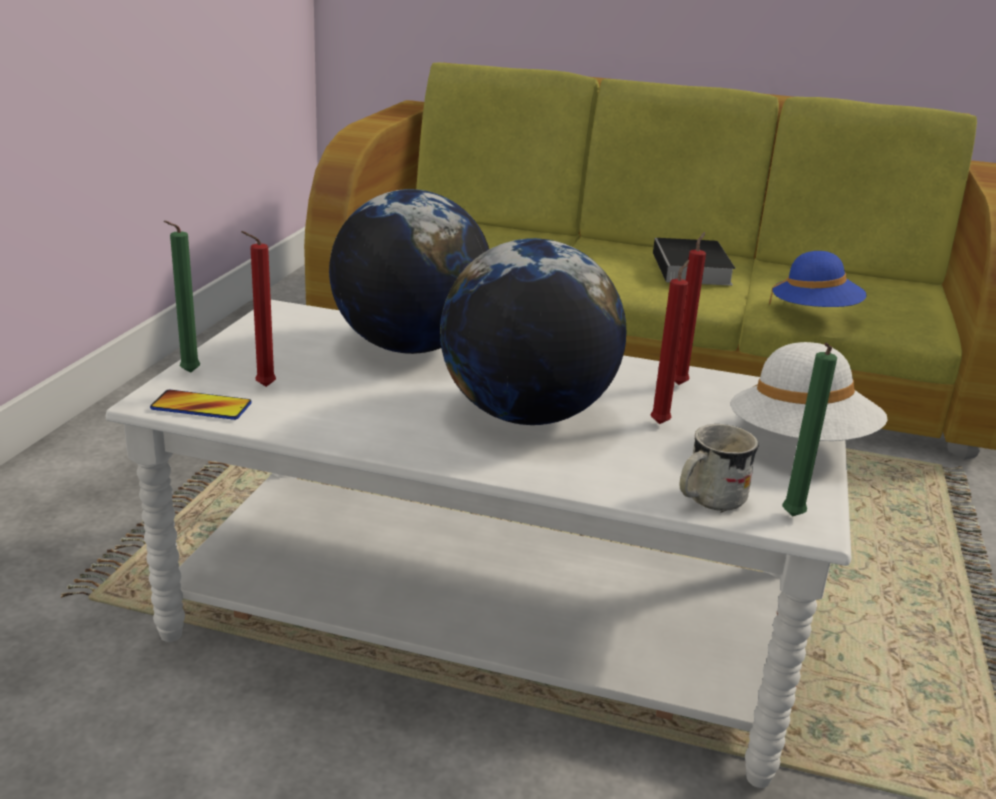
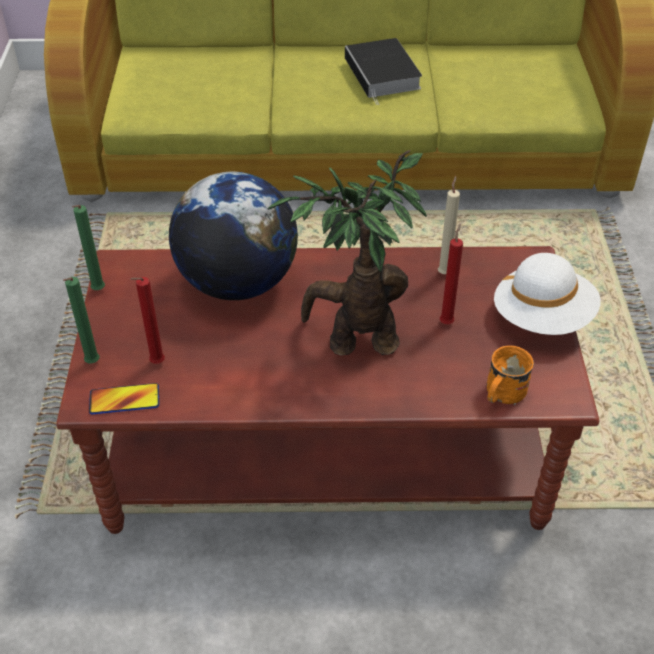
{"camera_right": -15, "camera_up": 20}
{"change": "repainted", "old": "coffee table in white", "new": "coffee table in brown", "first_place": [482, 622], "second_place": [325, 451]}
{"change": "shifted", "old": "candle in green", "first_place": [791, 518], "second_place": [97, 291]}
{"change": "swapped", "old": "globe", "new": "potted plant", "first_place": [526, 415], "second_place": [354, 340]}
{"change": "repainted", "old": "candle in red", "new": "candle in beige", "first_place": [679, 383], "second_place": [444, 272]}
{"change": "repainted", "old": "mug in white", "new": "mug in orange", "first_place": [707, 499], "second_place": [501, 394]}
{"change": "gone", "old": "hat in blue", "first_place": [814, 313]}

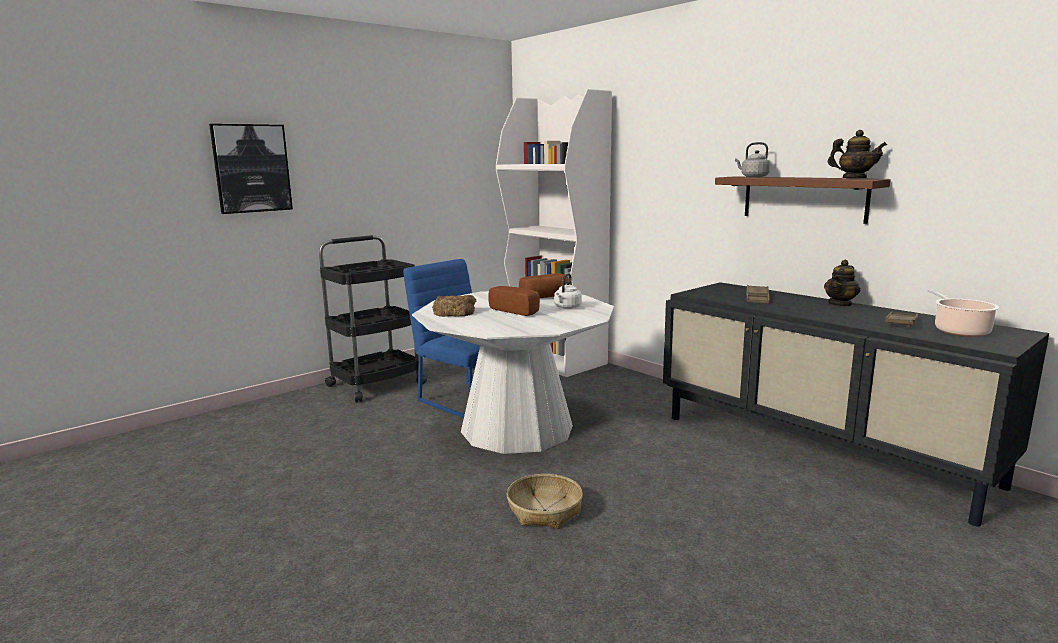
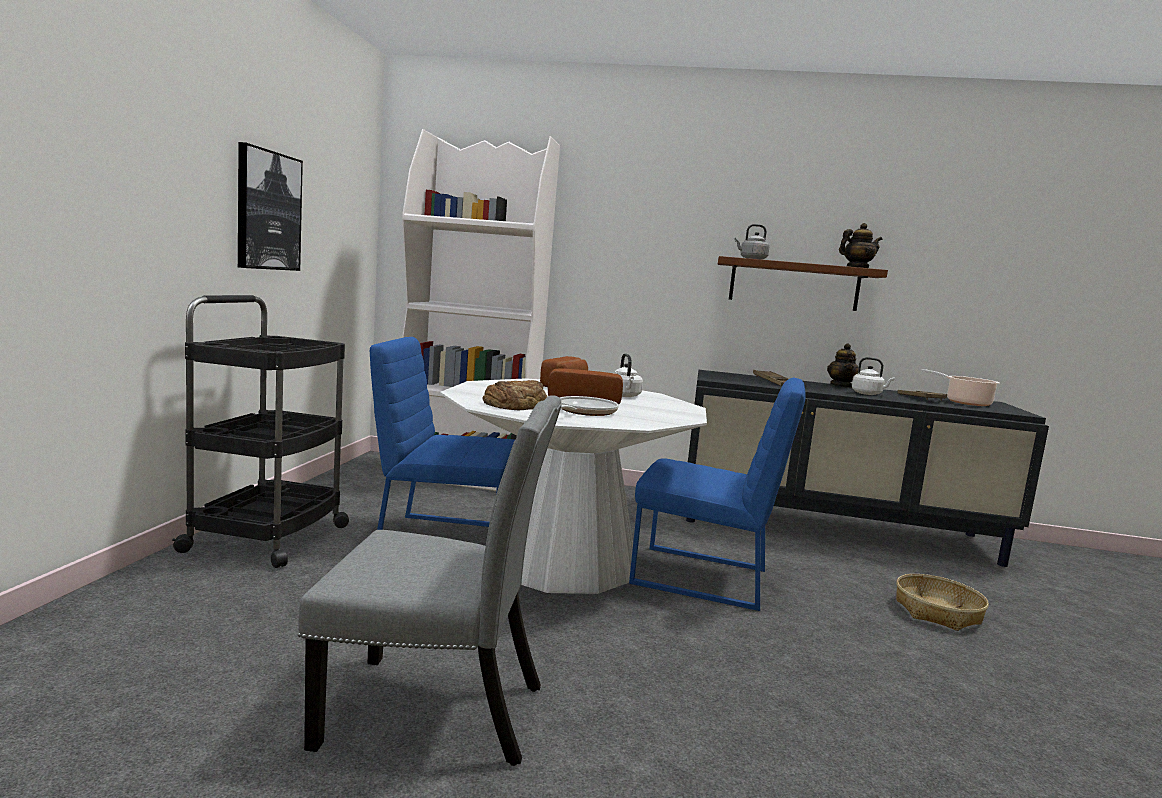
{"camera_right": -40, "camera_up": -5}
{"change": "shifted", "old": "picture", "first_place": [251, 168], "second_place": [268, 211]}
{"change": "new", "new": "chair in grey", "second_place": [430, 711]}
{"change": "new", "new": "frying pan", "second_place": [584, 412]}
{"change": "new", "new": "chair in blue", "second_place": [704, 578]}
{"change": "new", "new": "kettle in white", "second_place": [868, 394]}
{"change": "shifted", "old": "basket", "first_place": [545, 510], "second_place": [937, 612]}

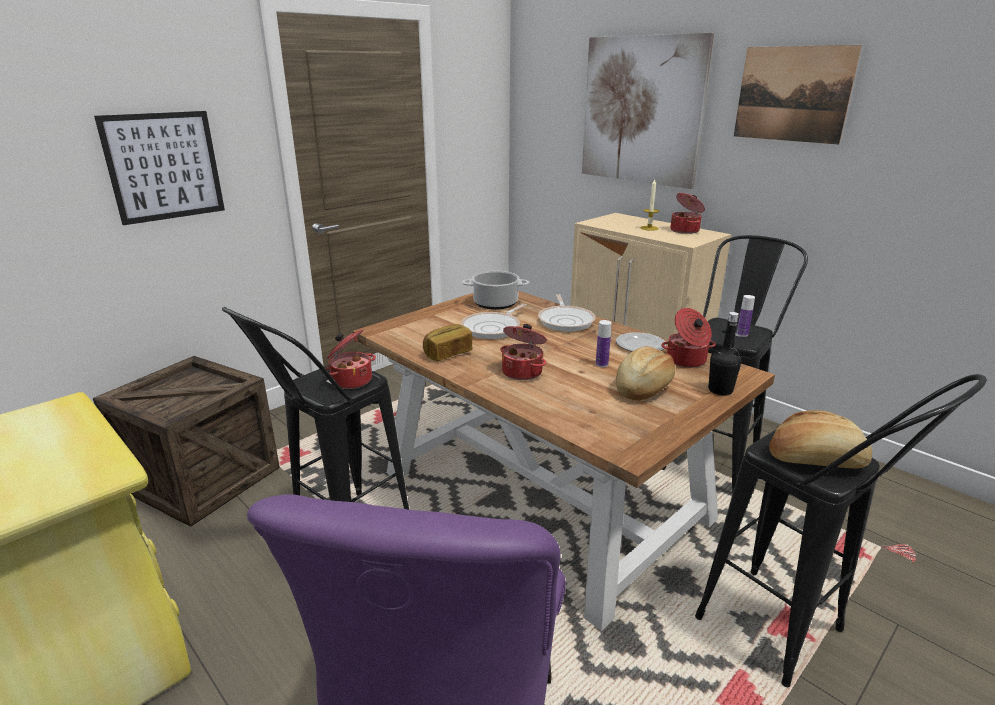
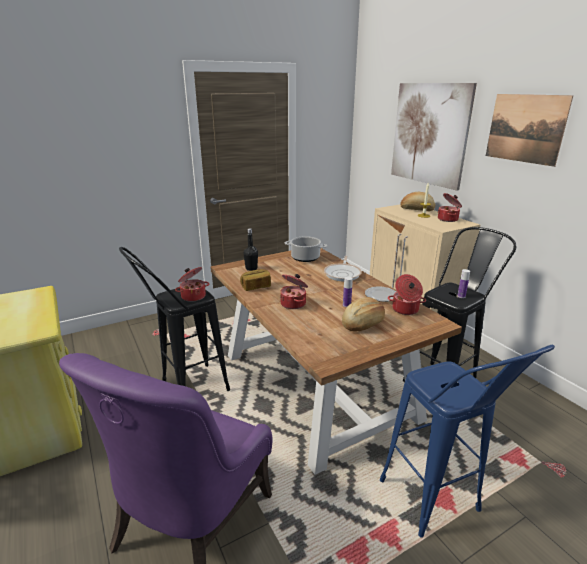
{"camera_right": 15, "camera_up": 0}
{"change": "shifted", "old": "bottle in black", "first_place": [720, 390], "second_place": [251, 268]}
{"change": "repainted", "old": "stool in black", "new": "stool in blue", "first_place": [788, 638], "second_place": [438, 507]}
{"change": "shifted", "old": "bread", "first_place": [815, 460], "second_place": [417, 209]}
{"change": "gone", "old": "crate", "first_place": [203, 479]}
{"change": "gone", "old": "picture", "first_place": [164, 166]}
{"change": "gone", "old": "frying pan", "first_place": [493, 328]}

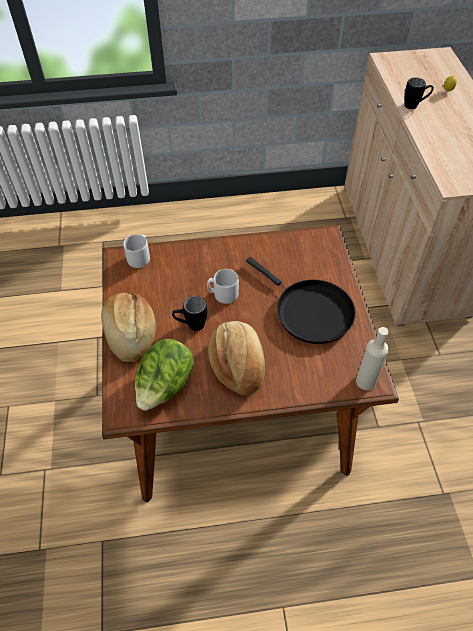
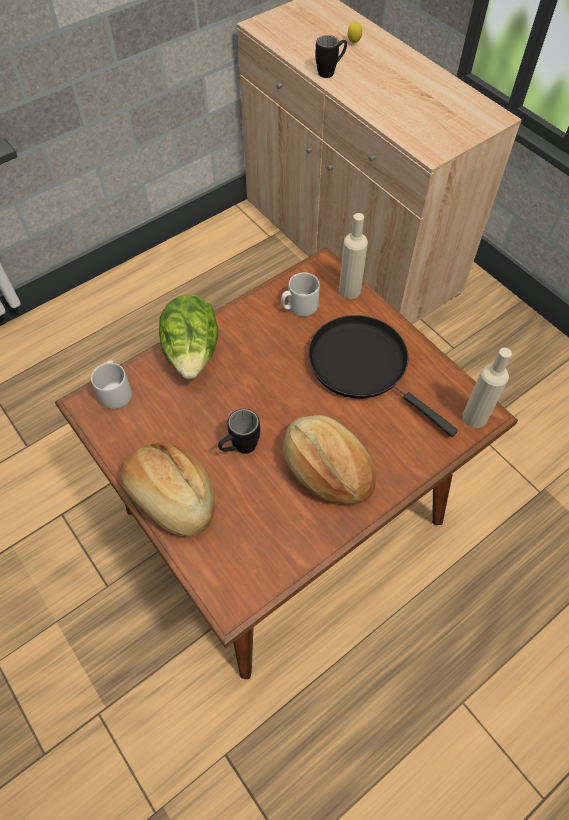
{"camera_right": -30, "camera_up": 5}
{"change": "shifted", "old": "lettuce", "first_place": [165, 387], "second_place": [193, 354]}
{"change": "shifted", "old": "mug in grey", "first_place": [223, 294], "second_place": [299, 307]}
{"change": "rotated", "old": "frying pan in black", "first_place": [309, 311], "second_place": [363, 365], "degrees": -150}
{"change": "new", "new": "bottle in beige", "second_place": [349, 290]}

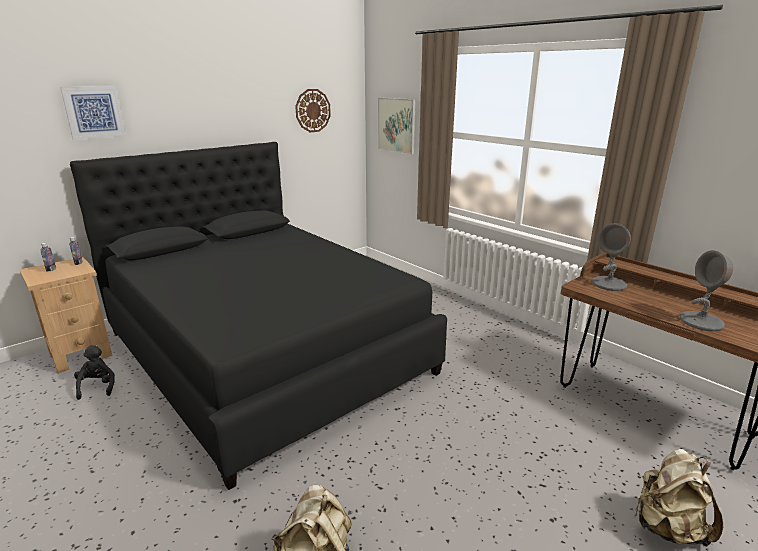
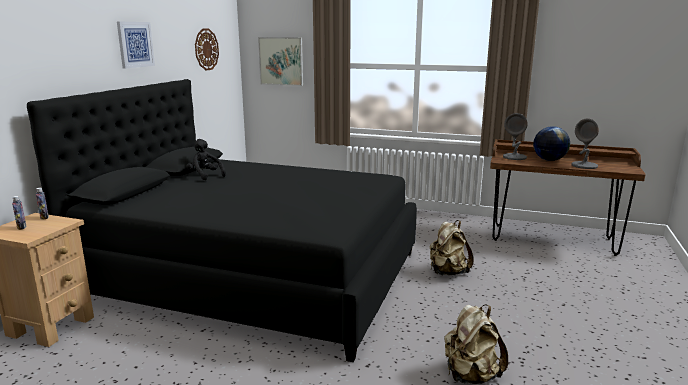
{"camera_right": -30, "camera_up": -5}
{"change": "shifted", "old": "picture", "first_place": [94, 112], "second_place": [135, 44]}
{"change": "shifted", "old": "plush toy in black", "first_place": [97, 387], "second_place": [205, 176]}
{"change": "shifted", "old": "backpack in beige", "first_place": [668, 527], "second_place": [447, 272]}
{"change": "new", "new": "globe", "second_place": [549, 160]}

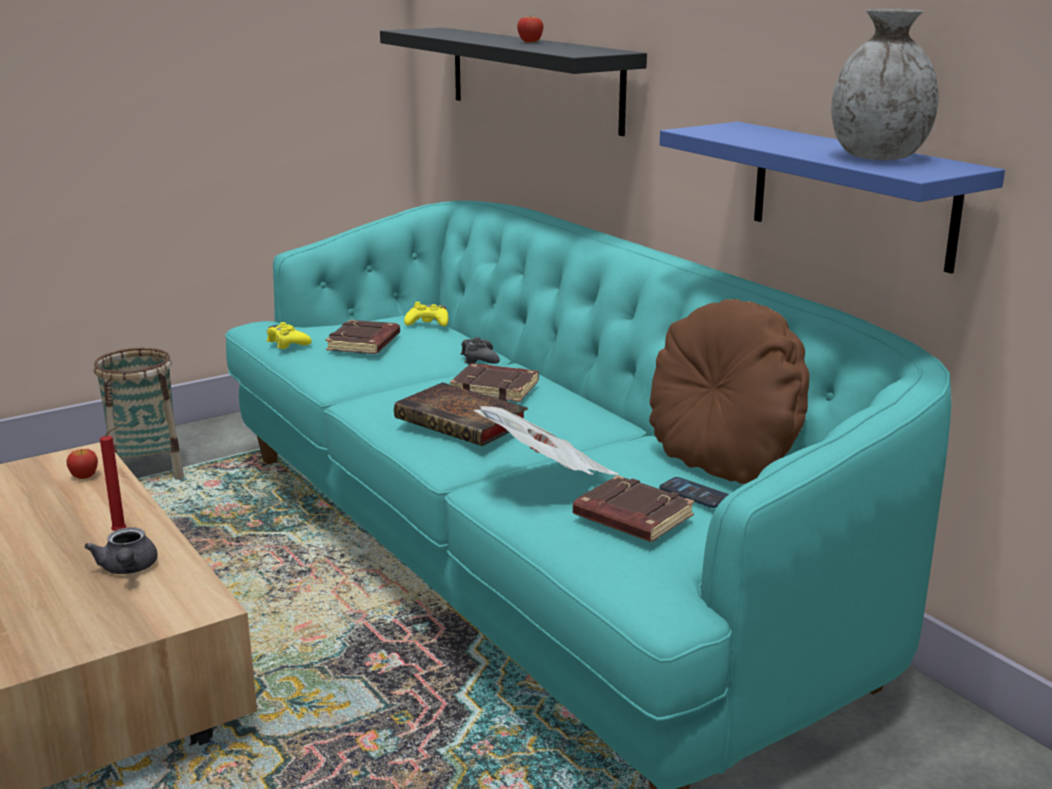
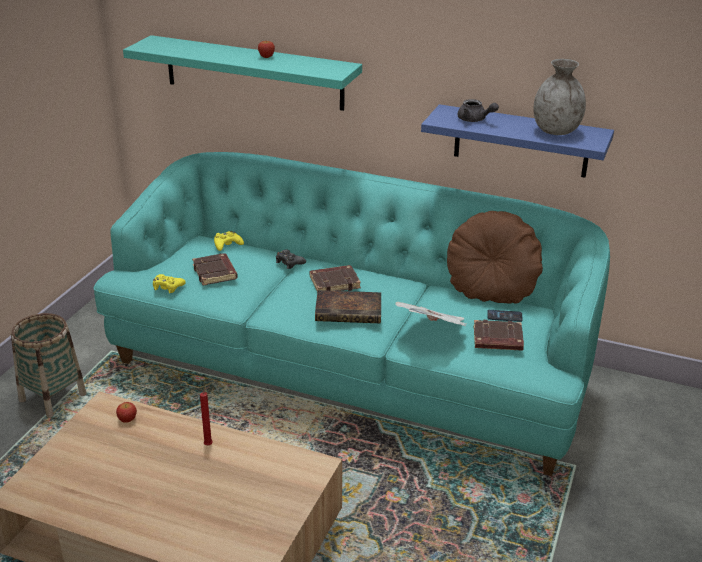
{"camera_right": -35, "camera_up": 10}
{"change": "repainted", "old": "shelf in black", "new": "shelf in turquoise", "first_place": [533, 77], "second_place": [253, 72]}
{"change": "shifted", "old": "teapot in grey", "first_place": [128, 569], "second_place": [475, 120]}

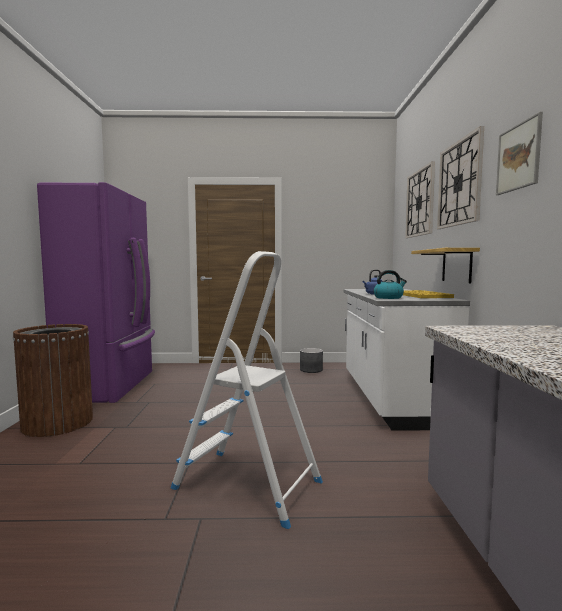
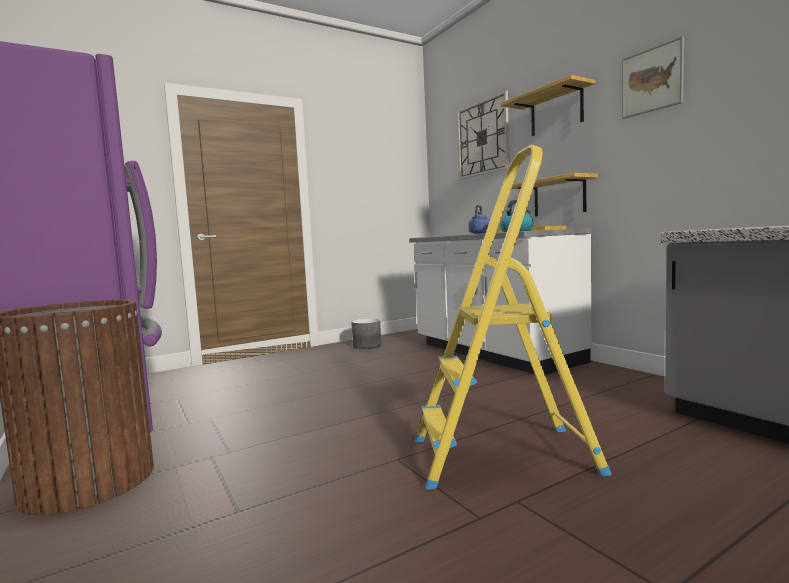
{"camera_right": -30, "camera_up": 0}
{"change": "repainted", "old": "step ladder in white", "new": "step ladder in yellow", "first_place": [246, 484], "second_place": [500, 456]}
{"change": "swapped", "old": "wall clock", "new": "shelf", "first_place": [459, 183], "second_place": [556, 111]}

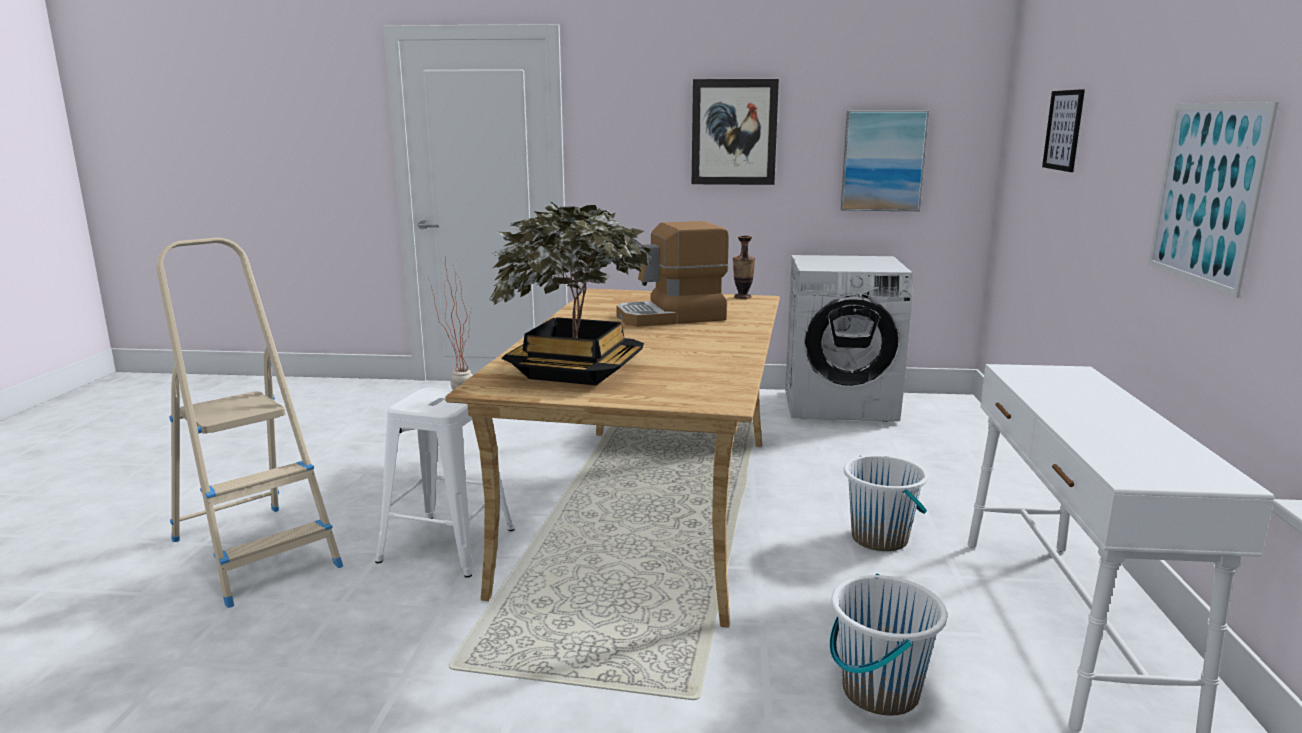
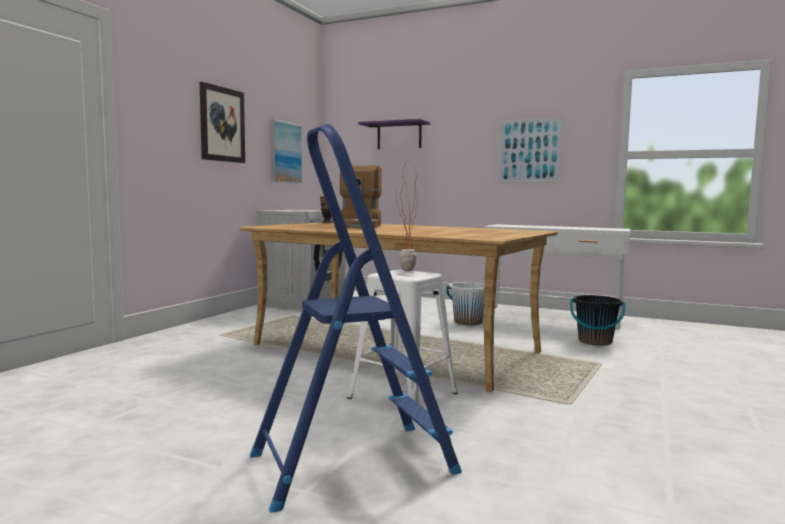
{"camera_right": -70, "camera_up": -10}
{"change": "repainted", "old": "step ladder in beige", "new": "step ladder in blue", "first_place": [255, 553], "second_place": [355, 463]}
{"change": "swapped", "old": "picture", "new": "shelf in purple", "first_place": [1063, 130], "second_place": [399, 136]}
{"change": "repainted", "old": "bucket in white", "new": "bucket in black", "first_place": [879, 691], "second_place": [595, 341]}
{"change": "gone", "old": "potted plant", "first_place": [576, 372]}

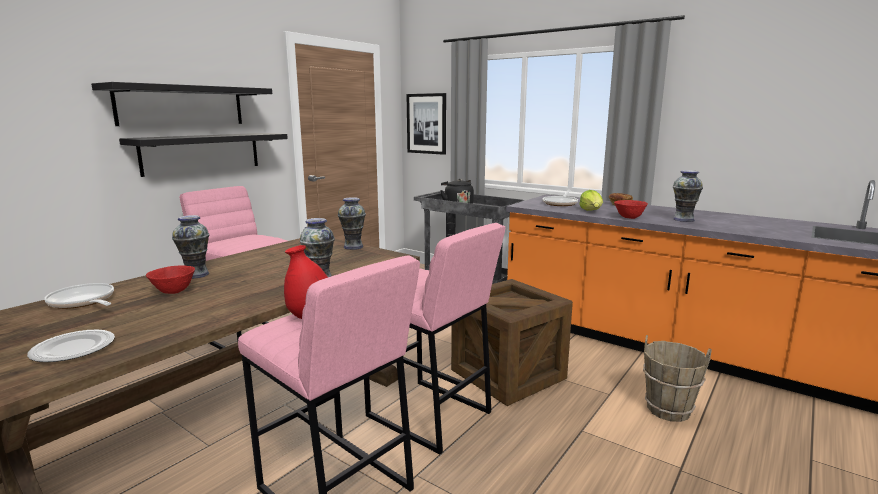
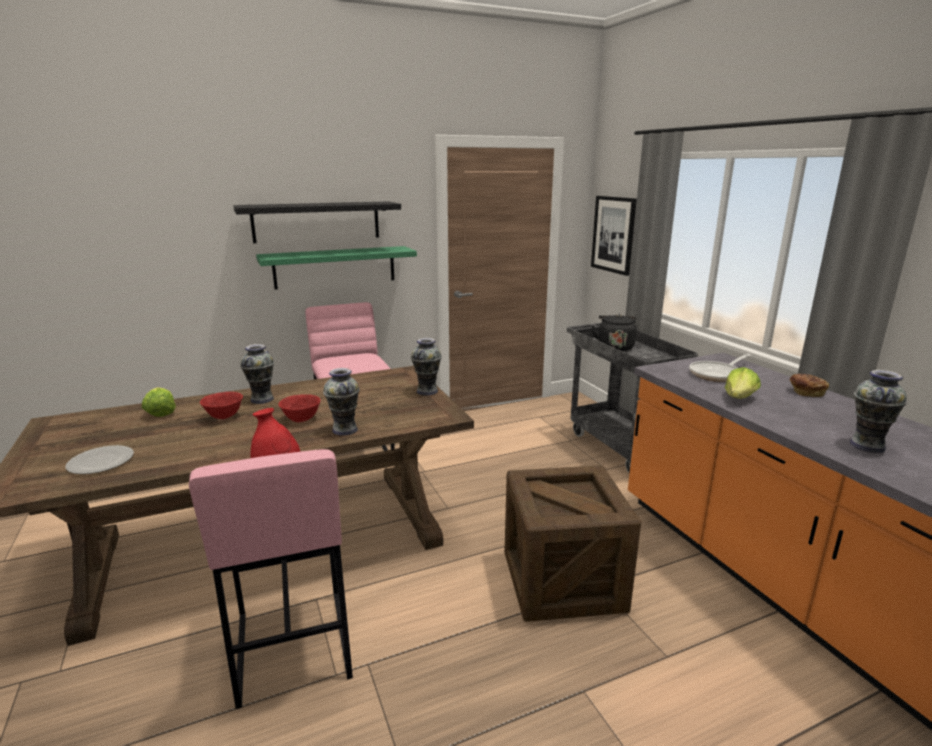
{"camera_right": 30, "camera_up": 5}
{"change": "swapped", "old": "frying pan", "new": "lettuce", "first_place": [83, 302], "second_place": [160, 412]}
{"change": "repainted", "old": "shelf in black", "new": "shelf in green", "first_place": [202, 153], "second_place": [335, 267]}
{"change": "shifted", "old": "bowl in red", "first_place": [629, 218], "second_place": [301, 419]}
{"change": "gone", "old": "stool in pink", "first_place": [431, 415]}
{"change": "gone", "old": "bucket in brown", "first_place": [668, 409]}

